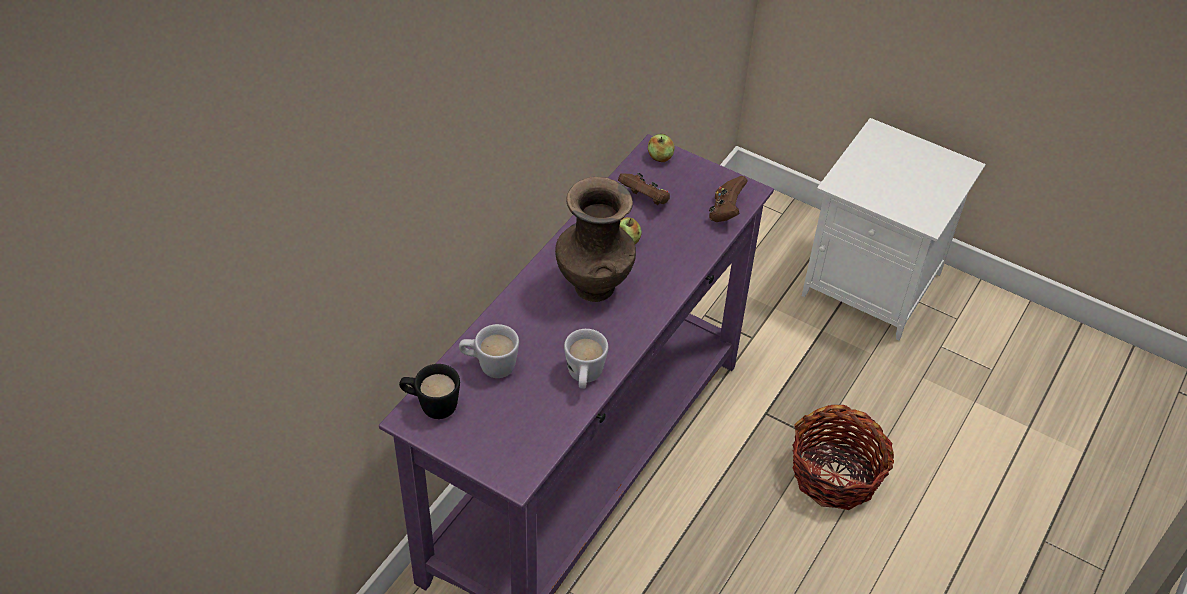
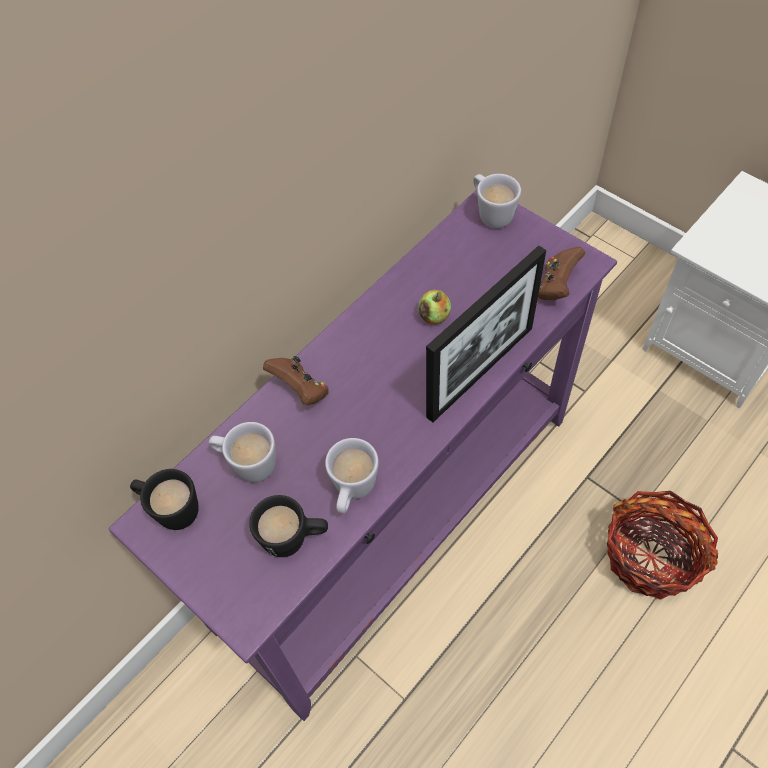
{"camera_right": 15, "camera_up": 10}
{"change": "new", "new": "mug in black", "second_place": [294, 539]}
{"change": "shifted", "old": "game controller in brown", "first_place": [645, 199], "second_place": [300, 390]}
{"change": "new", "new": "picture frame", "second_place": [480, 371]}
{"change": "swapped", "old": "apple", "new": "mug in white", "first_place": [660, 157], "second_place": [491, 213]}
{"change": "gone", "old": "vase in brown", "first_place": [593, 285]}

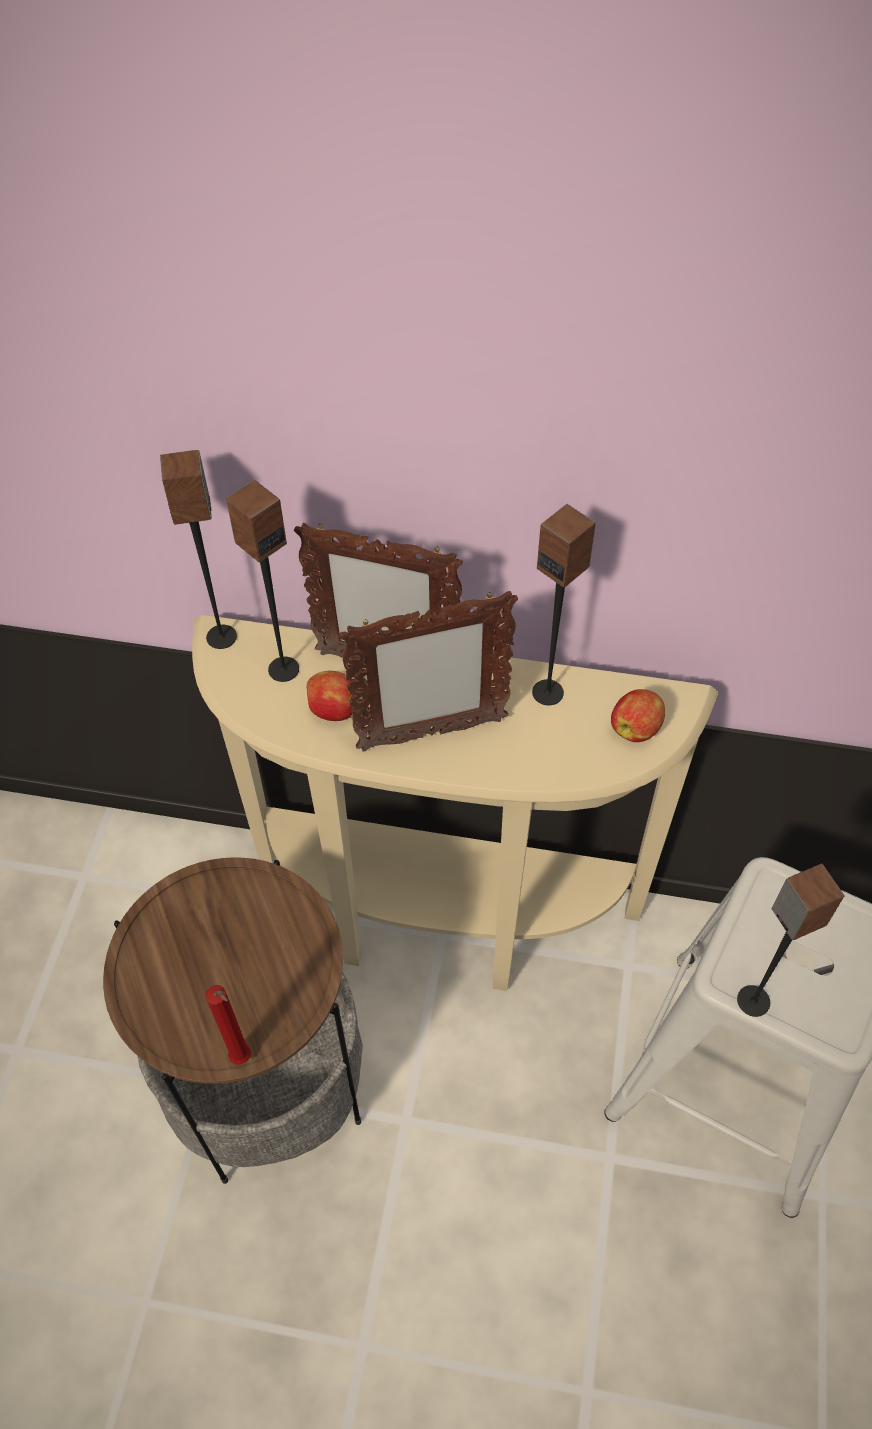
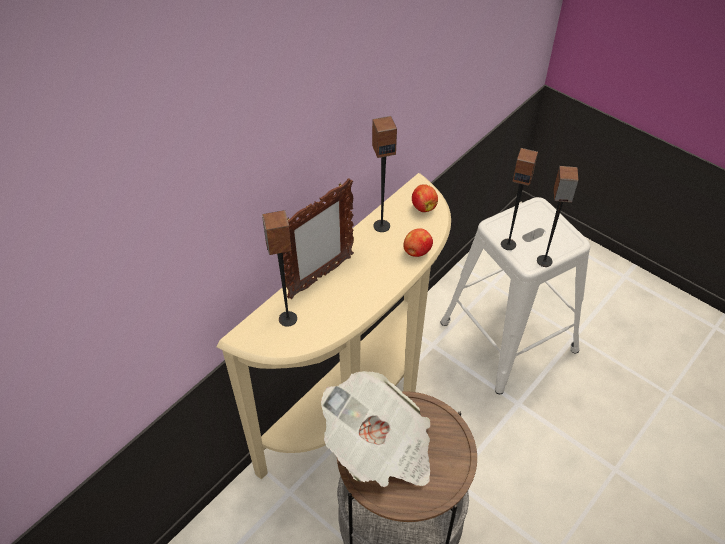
{"camera_right": -60, "camera_up": -5}
{"change": "new", "new": "newspaper", "second_place": [380, 447]}
{"change": "shifted", "old": "apple", "first_place": [332, 709], "second_place": [416, 252]}
{"change": "shifted", "old": "speaker", "first_place": [222, 637], "second_place": [508, 244]}
{"change": "gone", "old": "candle in red", "first_place": [243, 1059]}
{"change": "gone", "old": "picture frame", "first_place": [430, 734]}

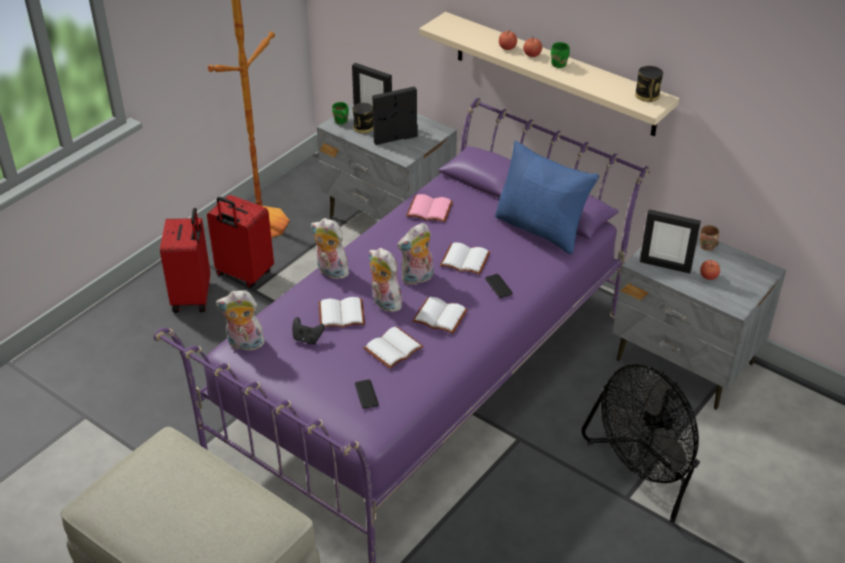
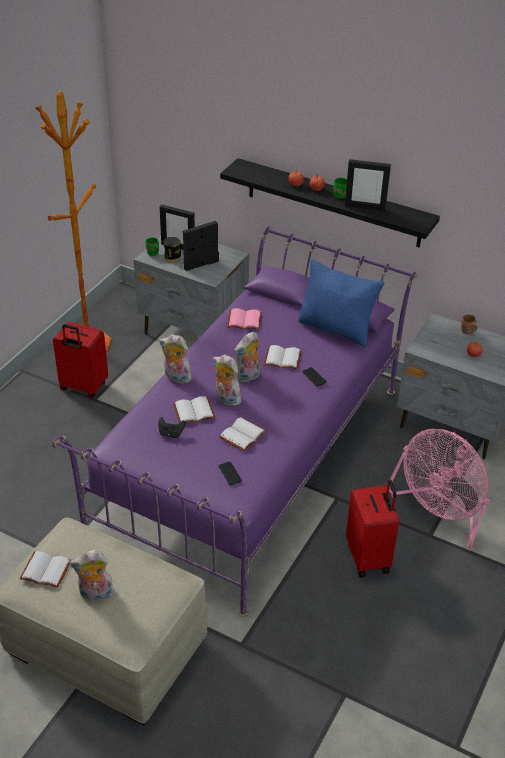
{"camera_right": -10, "camera_up": 0}
{"change": "shifted", "old": "book in white", "first_place": [438, 317], "second_place": [44, 571]}
{"change": "shifted", "old": "plush toy", "first_place": [244, 344], "second_place": [95, 594]}
{"change": "repainted", "old": "shelf in beige", "new": "shelf in black", "first_place": [554, 74], "second_place": [333, 203]}
{"change": "shifted", "old": "picture frame", "first_place": [665, 265], "second_place": [365, 206]}
{"change": "shifted", "old": "suitcase in red", "first_place": [193, 297], "second_place": [369, 557]}
{"change": "repainted", "old": "fan in black", "new": "fan in pink", "first_place": [645, 466], "second_place": [439, 509]}
{"change": "gone", "old": "can", "first_place": [647, 95]}

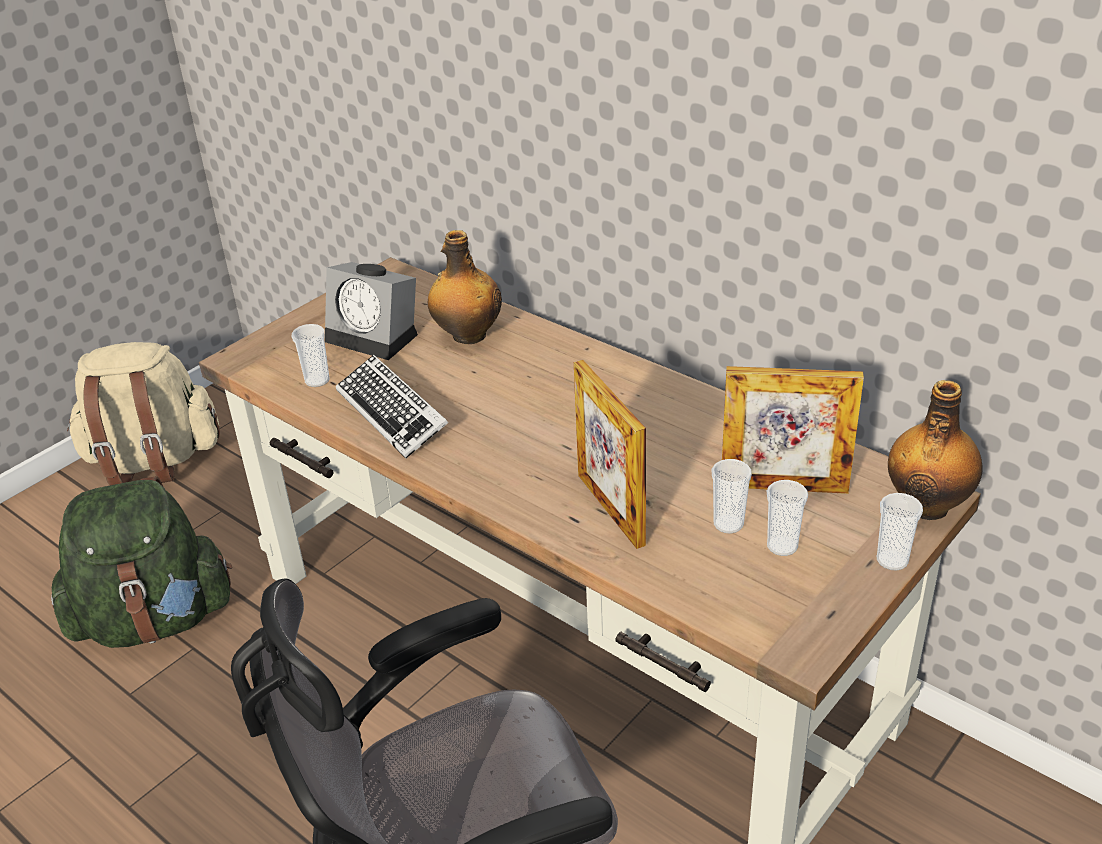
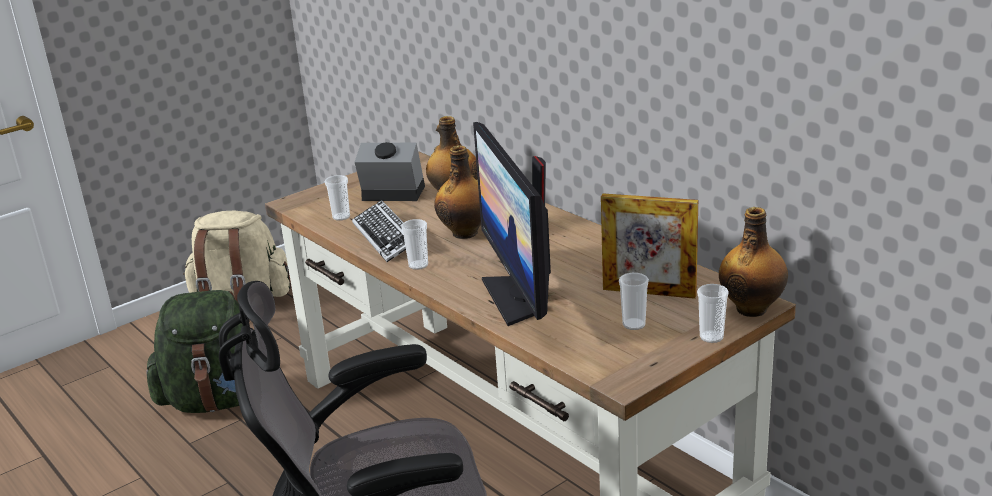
{"camera_right": 10, "camera_up": -10}
{"change": "rotated", "old": "alarm clock", "first_place": [376, 336], "second_place": [390, 194], "degrees": 150}
{"change": "shifted", "old": "cup", "first_place": [728, 524], "second_place": [418, 265]}
{"change": "new", "new": "bottle", "second_place": [466, 232]}
{"change": "swapped", "old": "picture frame", "new": "monitor", "first_place": [610, 509], "second_place": [519, 297]}

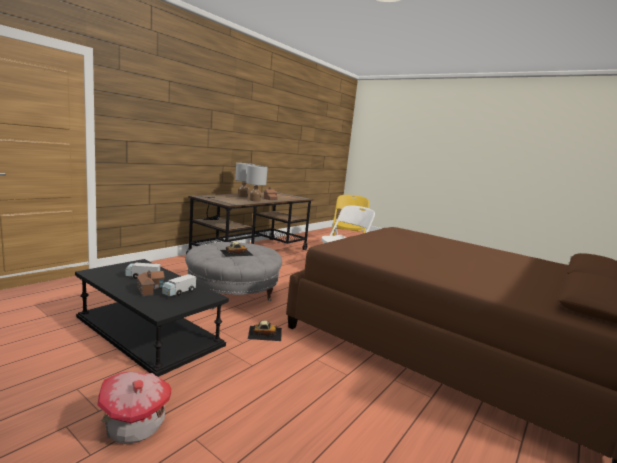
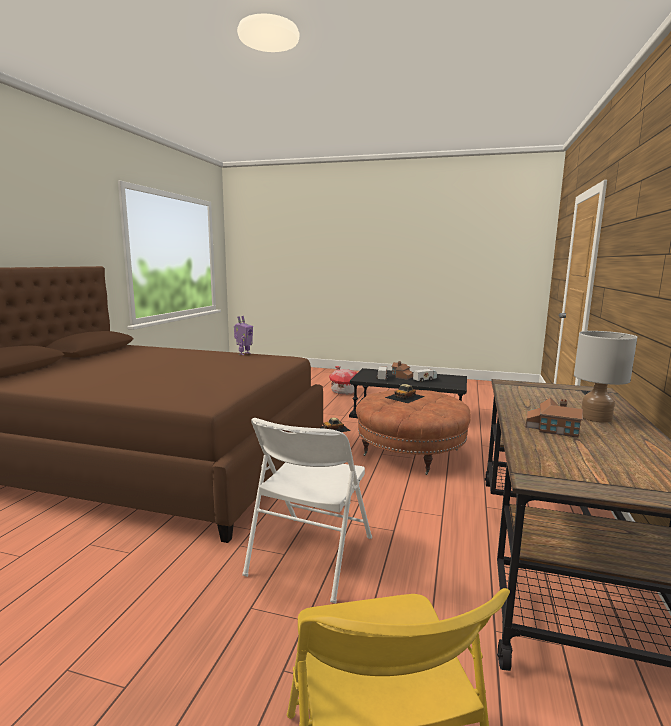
{"camera_right": 160, "camera_up": 0}
{"change": "new", "new": "toy robot", "second_place": [244, 353]}
{"change": "repainted", "old": "ottoman in grey", "new": "ottoman in brown", "first_place": [232, 294], "second_place": [410, 453]}
{"change": "gone", "old": "table lamp in grey", "first_place": [255, 200]}

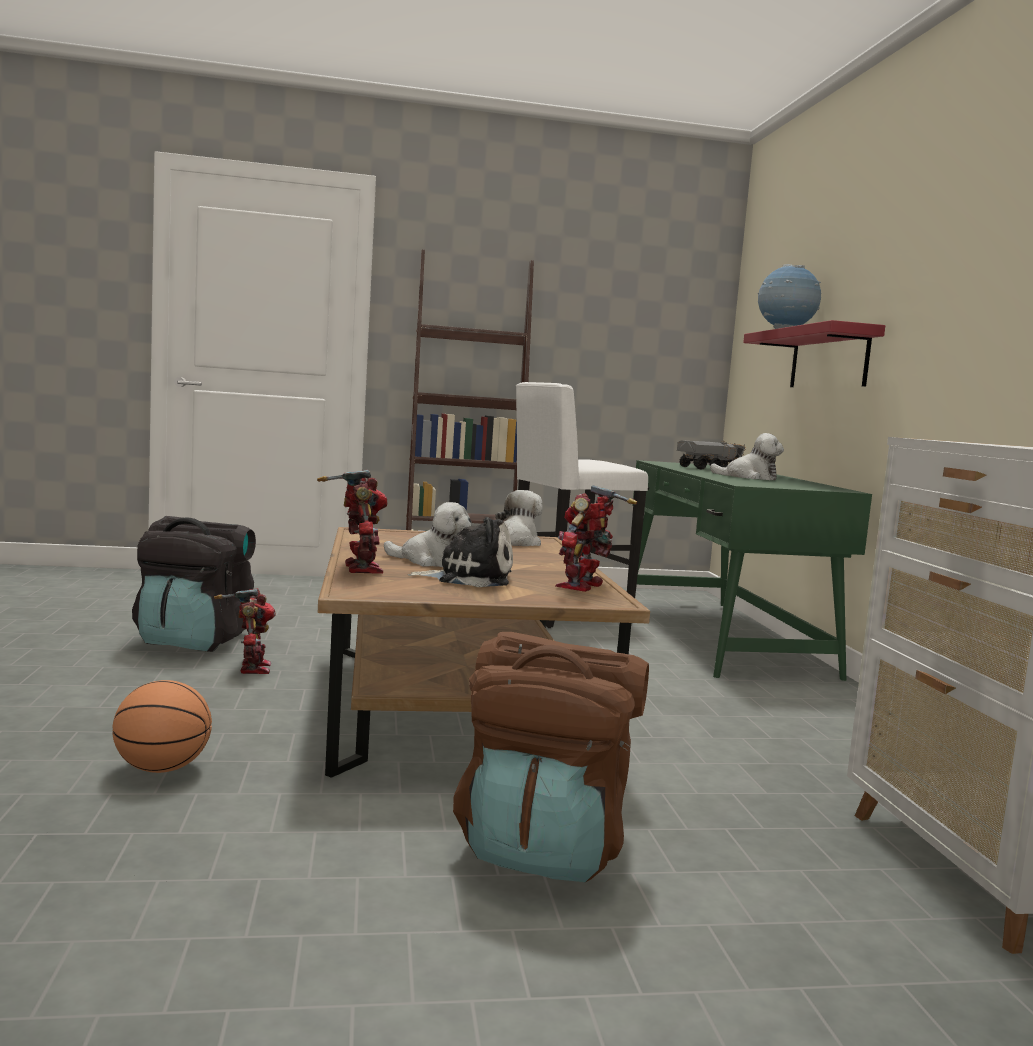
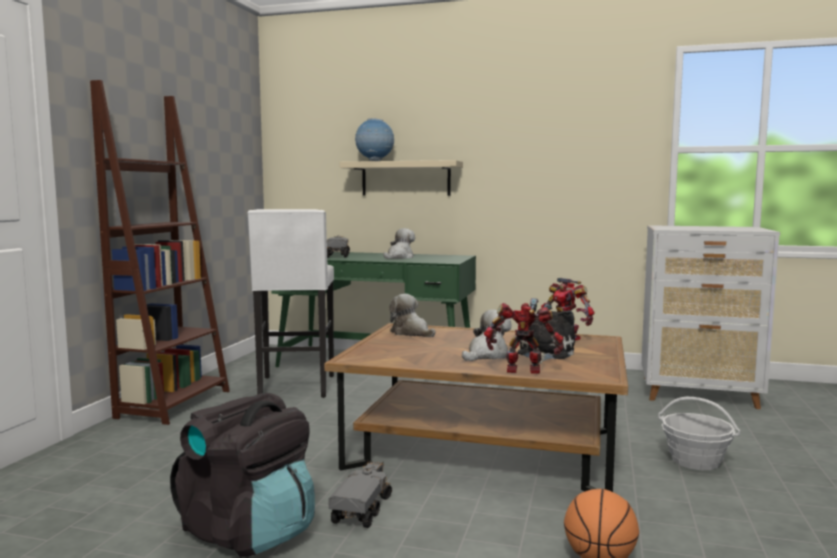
{"camera_right": -65, "camera_up": 0}
{"change": "swapped", "old": "toy robot", "new": "toy truck", "first_place": [251, 668], "second_place": [362, 510]}
{"change": "repainted", "old": "shelf in red", "new": "shelf in beige", "first_place": [828, 359], "second_place": [405, 179]}
{"change": "swapped", "old": "backpack in brown", "new": "basket", "first_place": [545, 845], "second_place": [695, 461]}

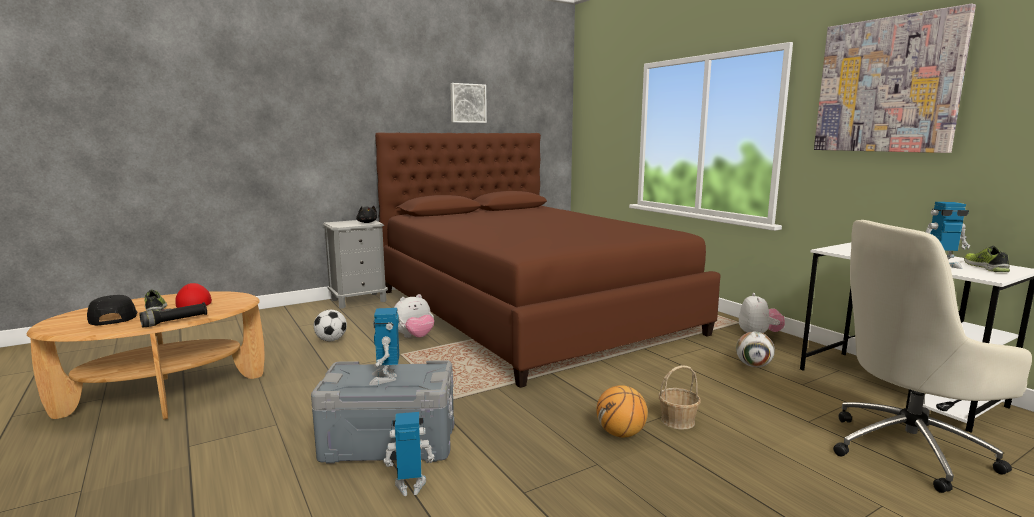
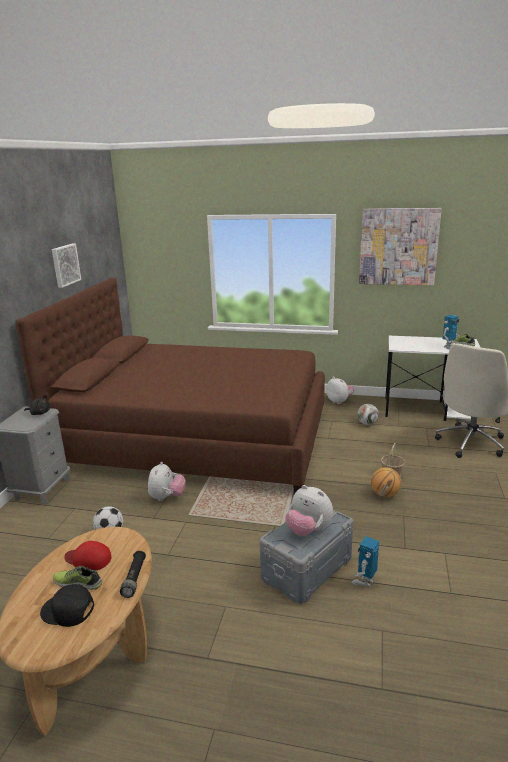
{"camera_right": -45, "camera_up": 10}
{"change": "swapped", "old": "toy robot", "new": "plush toy", "first_place": [385, 378], "second_place": [308, 530]}

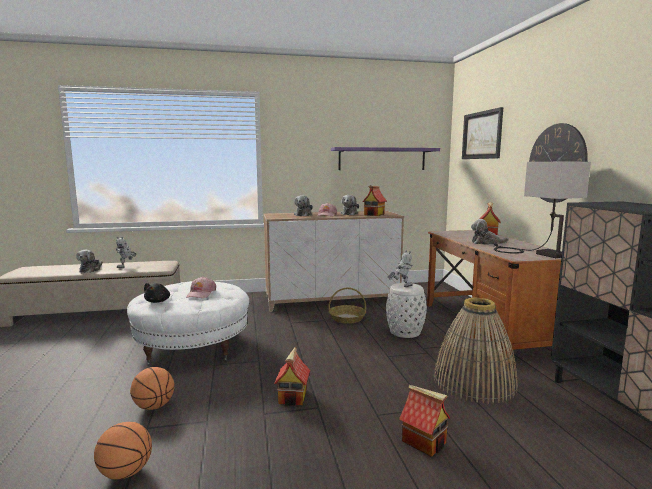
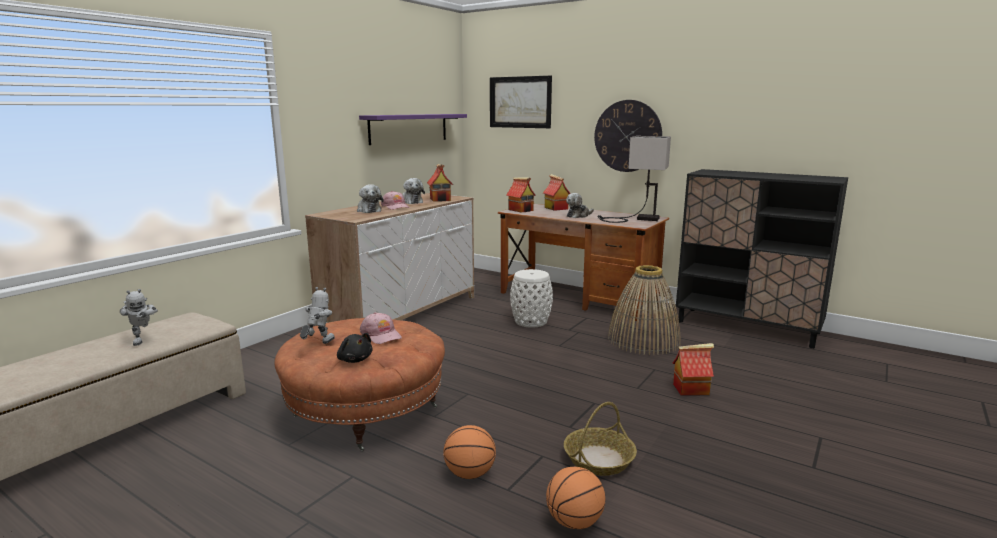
{"camera_right": -45, "camera_up": 5}
{"change": "repainted", "old": "ottoman in white", "new": "ottoman in brown", "first_place": [193, 347], "second_place": [366, 412]}
{"change": "shifted", "old": "toy robot", "first_place": [401, 286], "second_place": [318, 344]}
{"change": "shifted", "old": "toy house", "first_place": [293, 397], "second_place": [521, 210]}
{"change": "shifted", "old": "basket", "first_place": [346, 318], "second_place": [599, 460]}
{"change": "gone", "old": "plush toy", "first_place": [91, 269]}

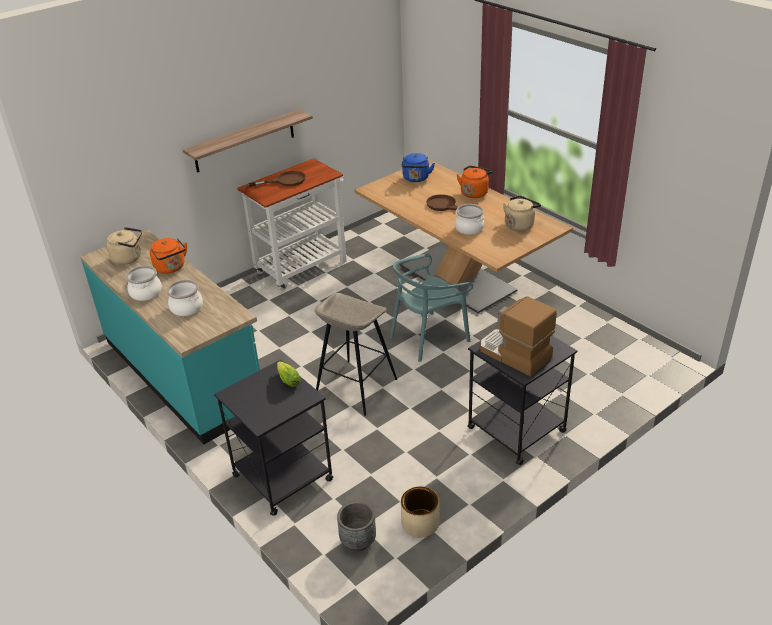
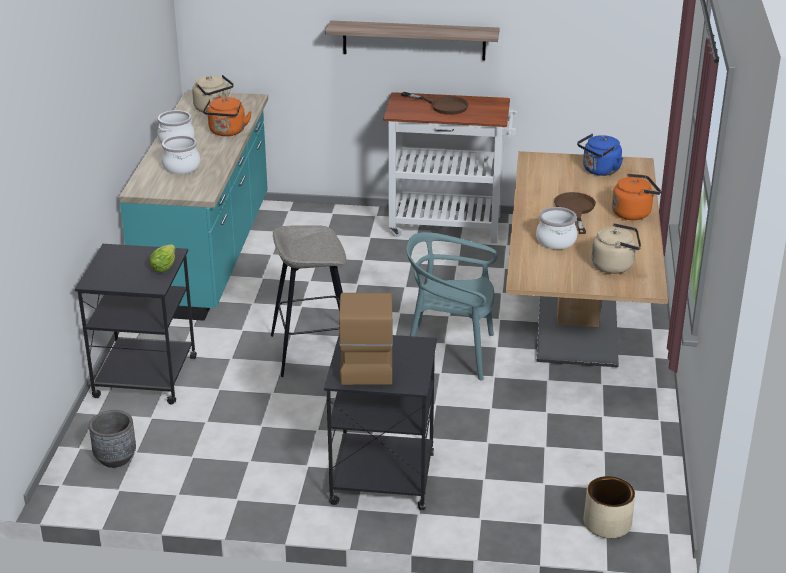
{"camera_right": 45, "camera_up": -5}
{"change": "shifted", "old": "planter in beige", "first_place": [420, 523], "second_place": [606, 523]}

